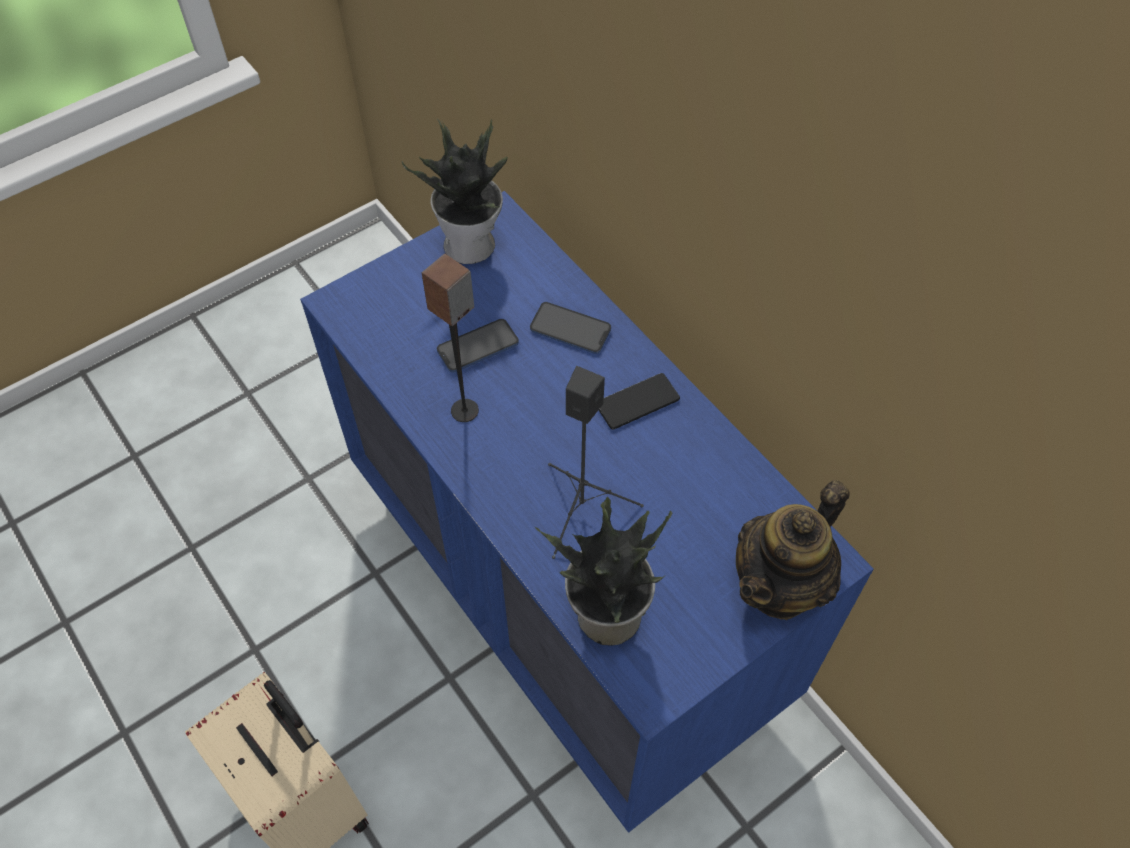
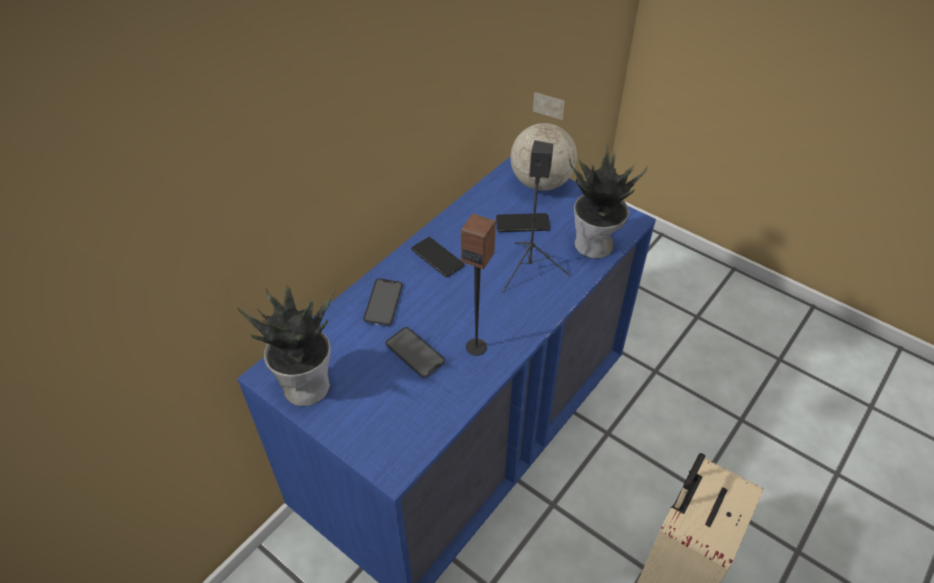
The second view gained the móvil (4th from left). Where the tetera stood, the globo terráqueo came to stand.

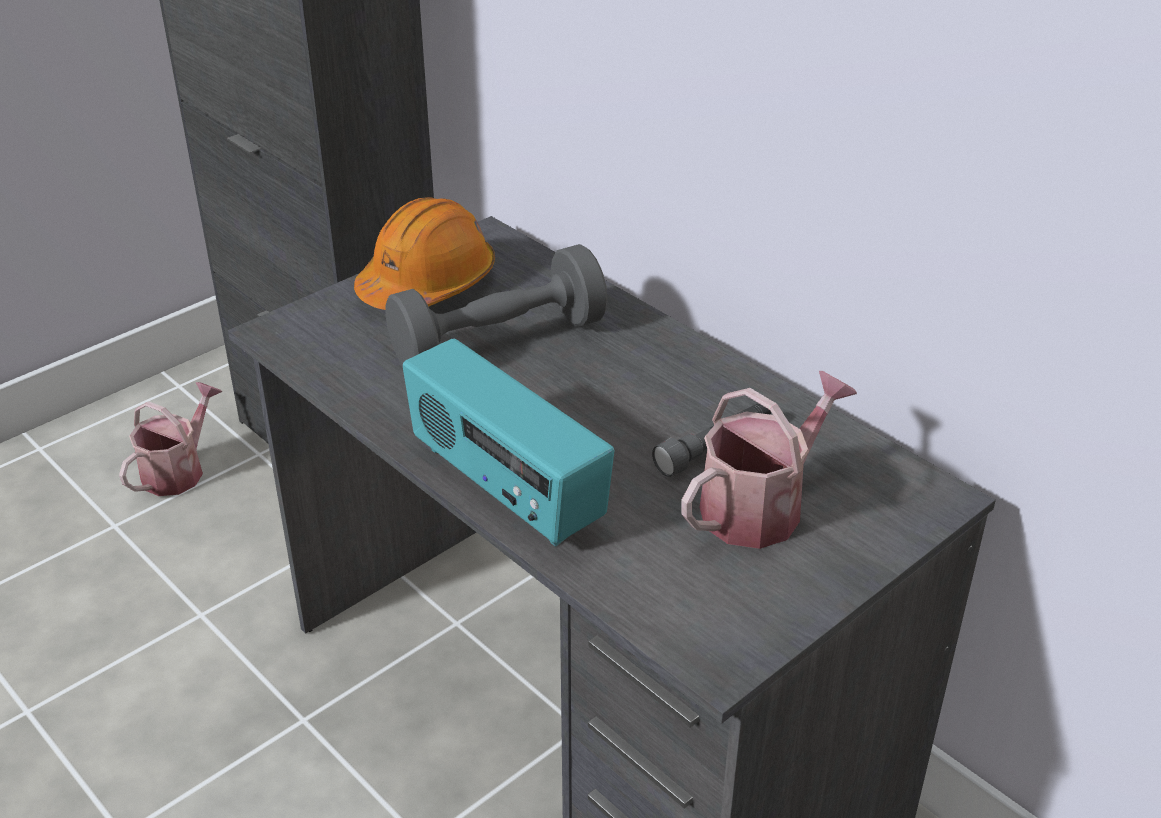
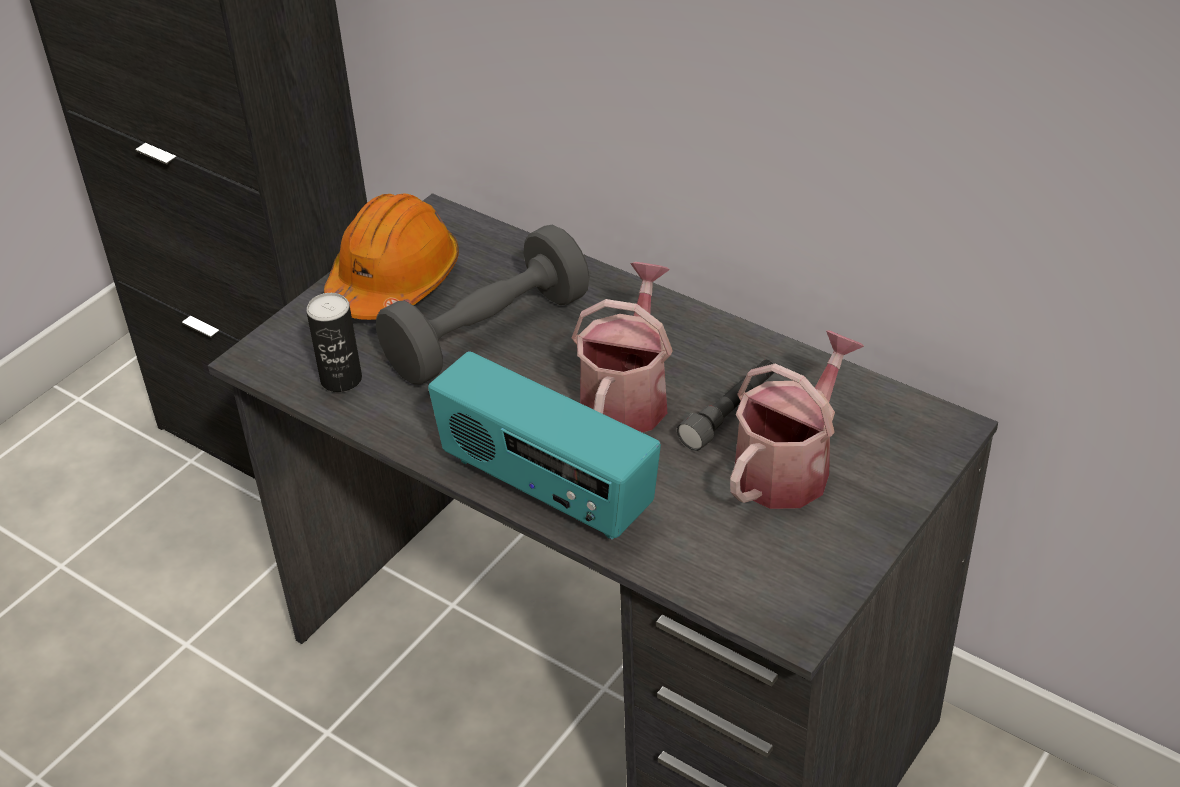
The second view gained the lata. The regadera (1st from left) ended up elsewhere.

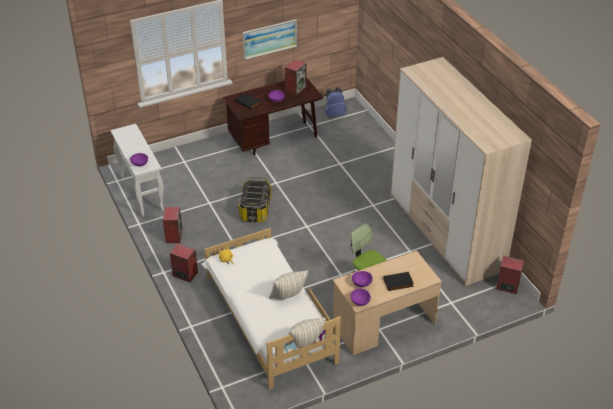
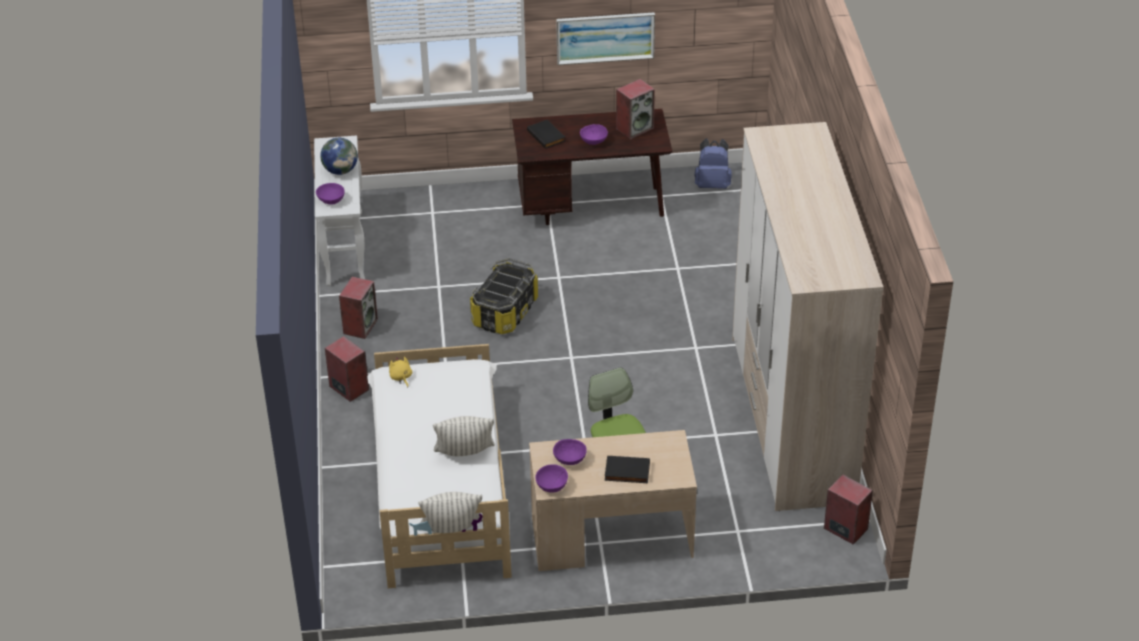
The second view gained the globo terráqueo.

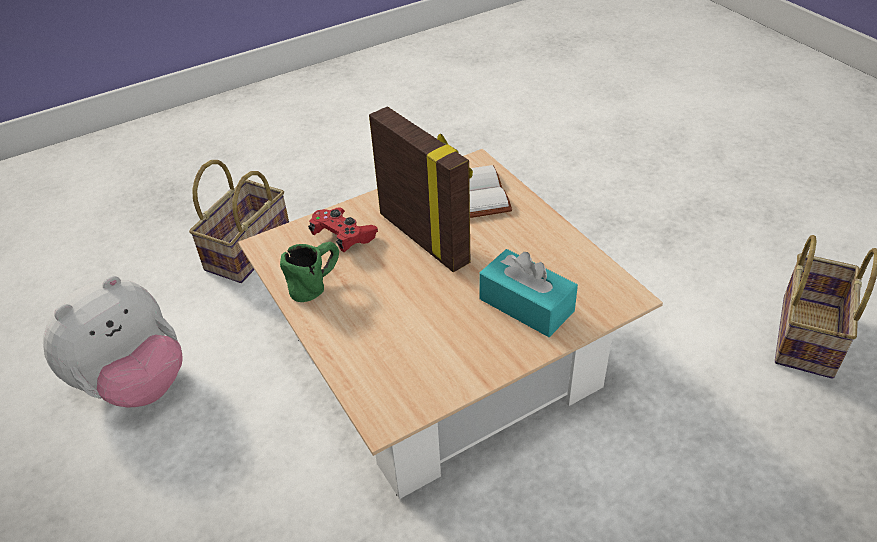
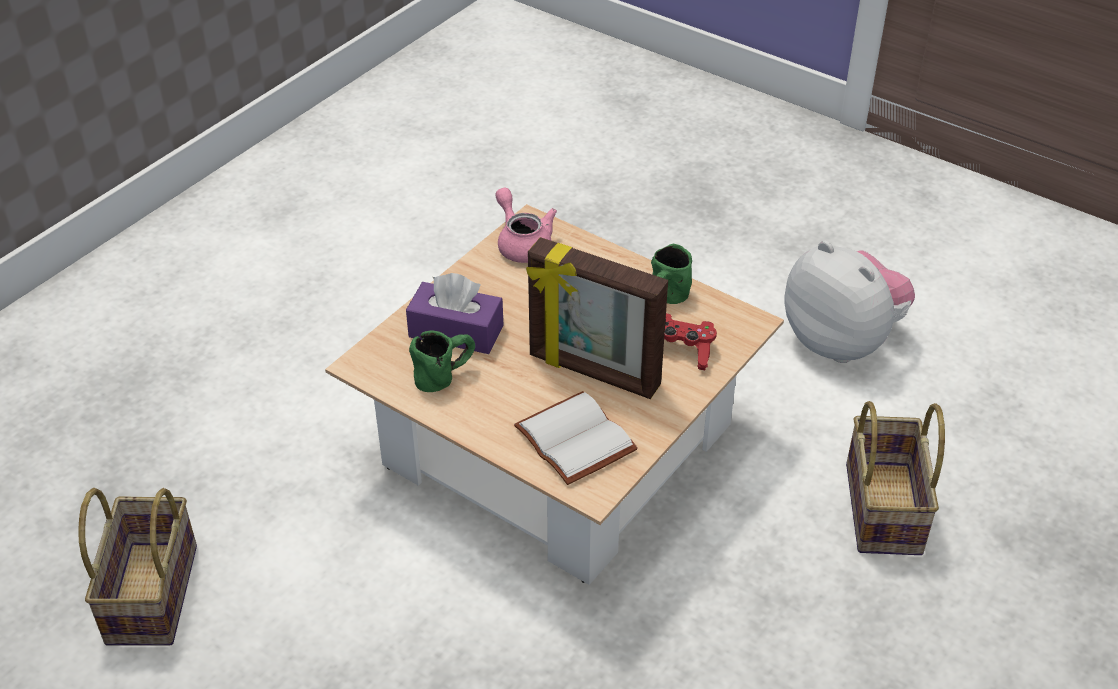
What was the caja de pañuelos/turquesa turned into the caja de pañuelos/morado. The second view gained the taza grande/verde (1st from left). The second view gained the tetera/rosa. The peluche ended up facing another way, 120 degrees clockwise from before.

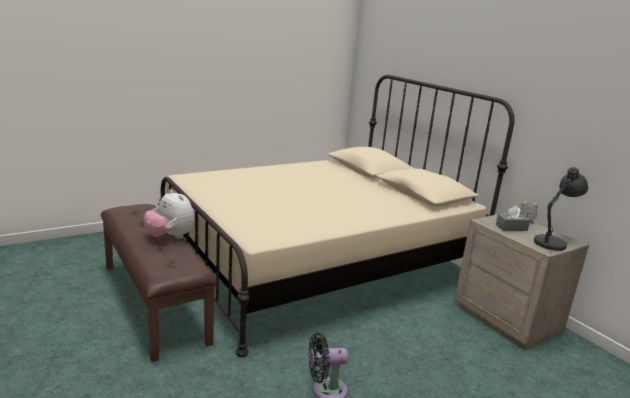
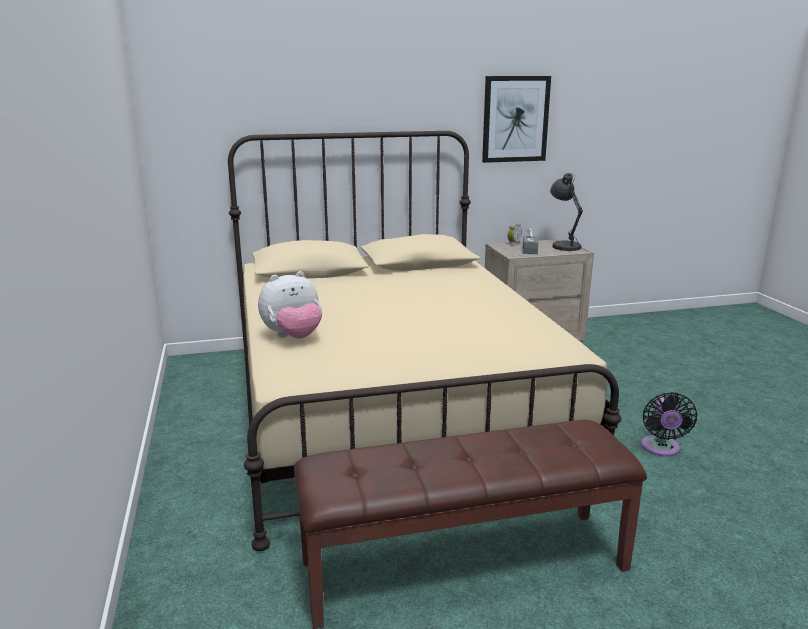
The peluche ended up elsewhere. The second view gained the cuadro.

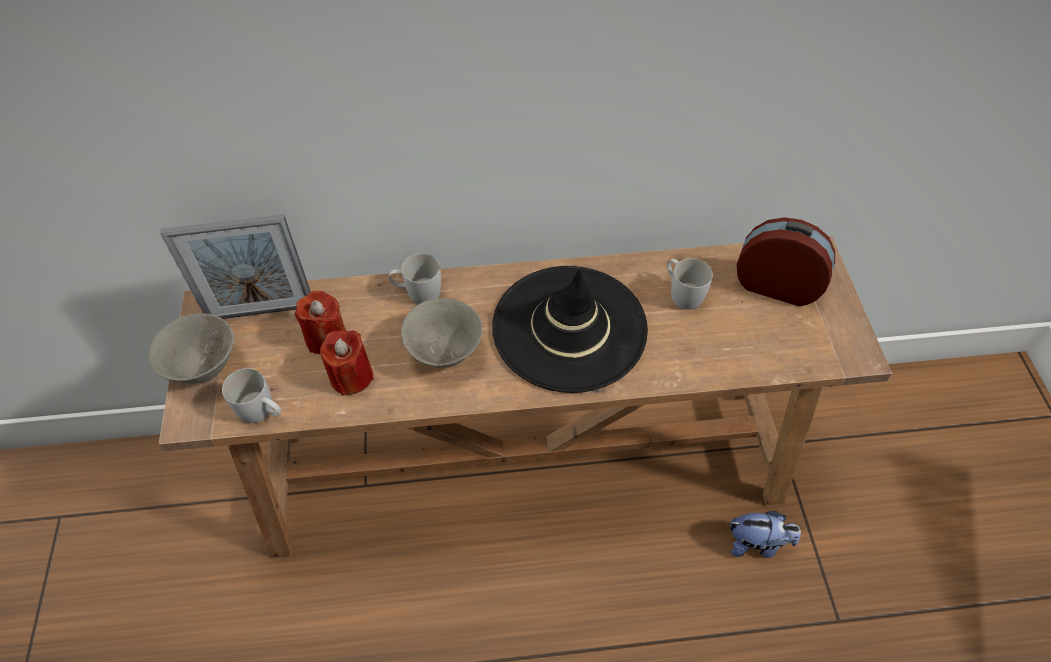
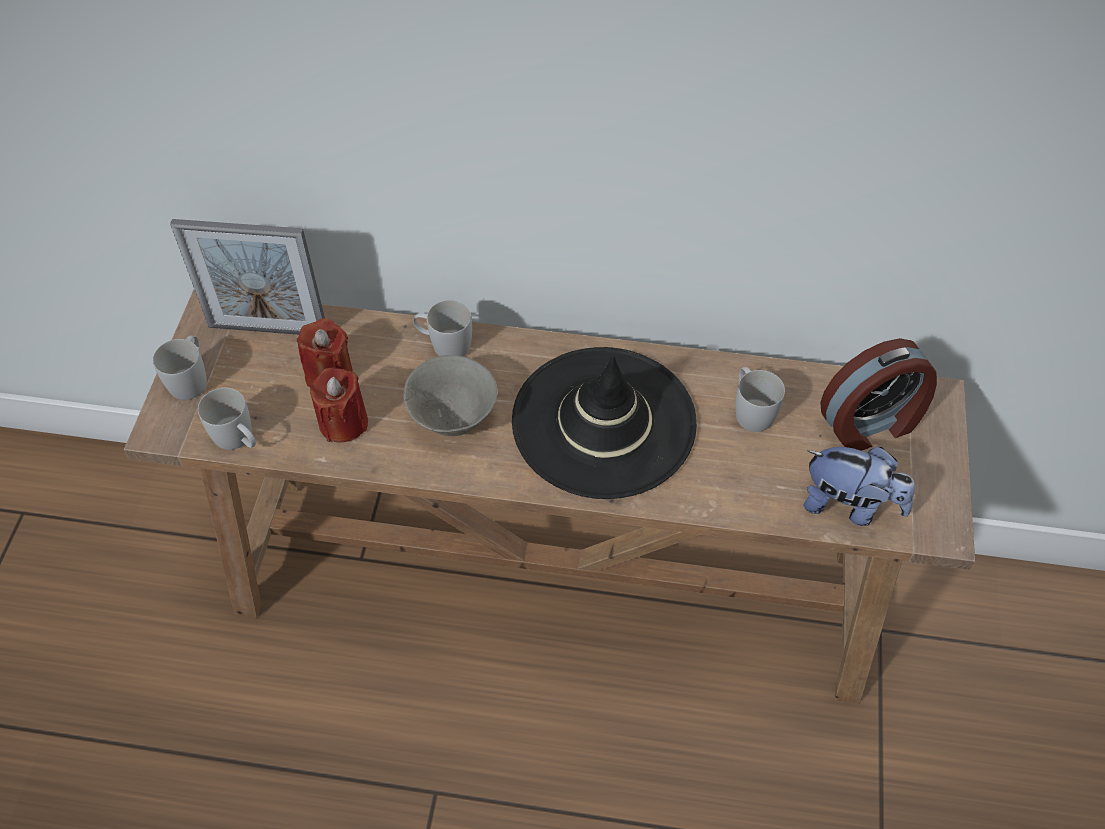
Where the cuenco/gris (1st from left) stood, the taza grande/blanco (1st from left) came to stand. The peluche ended up elsewhere. The despertador ended up facing another way, 120 degrees clockwise from before.

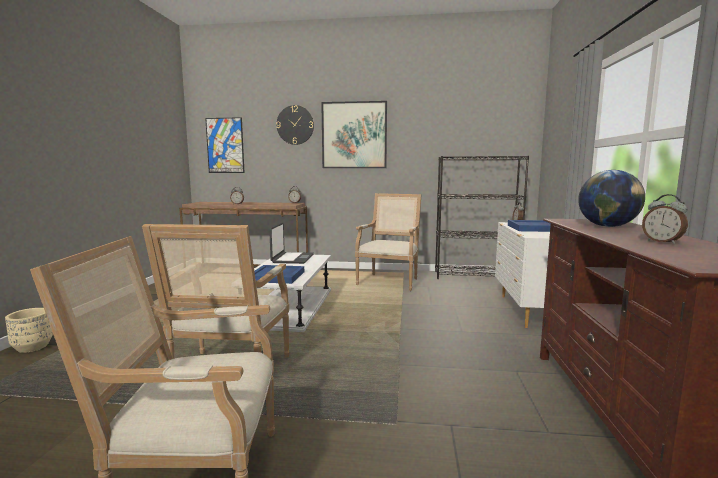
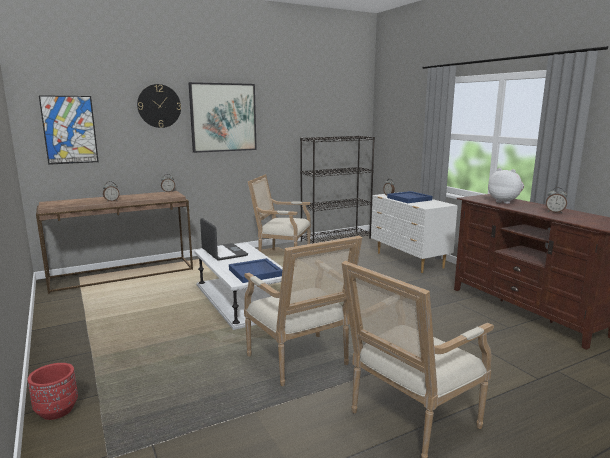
What was the maceta/beis turned into the maceta/rojo. The sillón (3rd from left in the first image) ended up facing another way, 60 degrees counterclockwise from before. Where the globo terráqueo stood, the peluche came to stand.

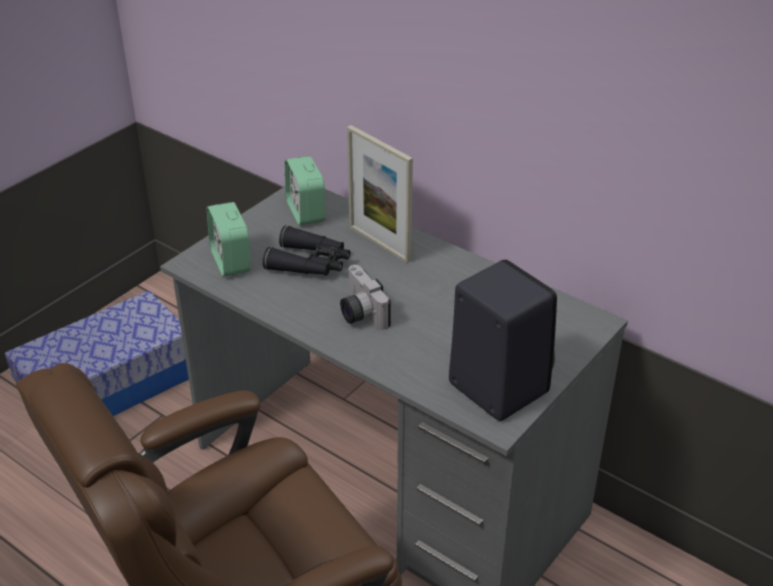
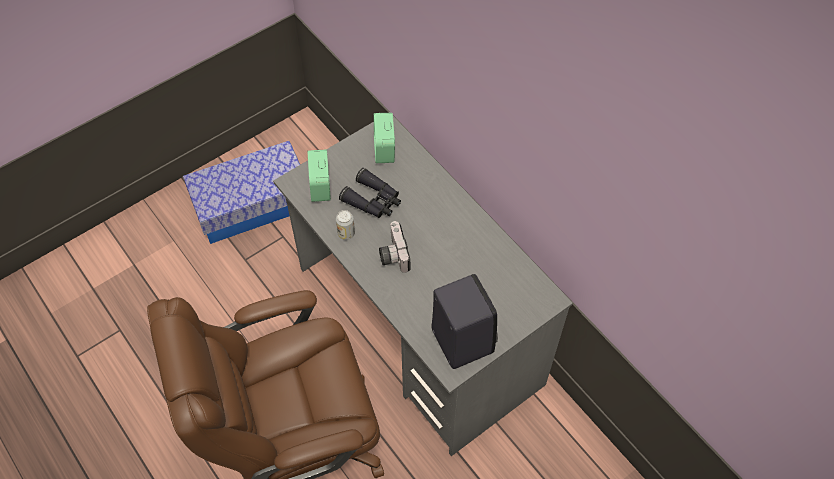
The second view gained the lata. The second view lost the portarretratos.

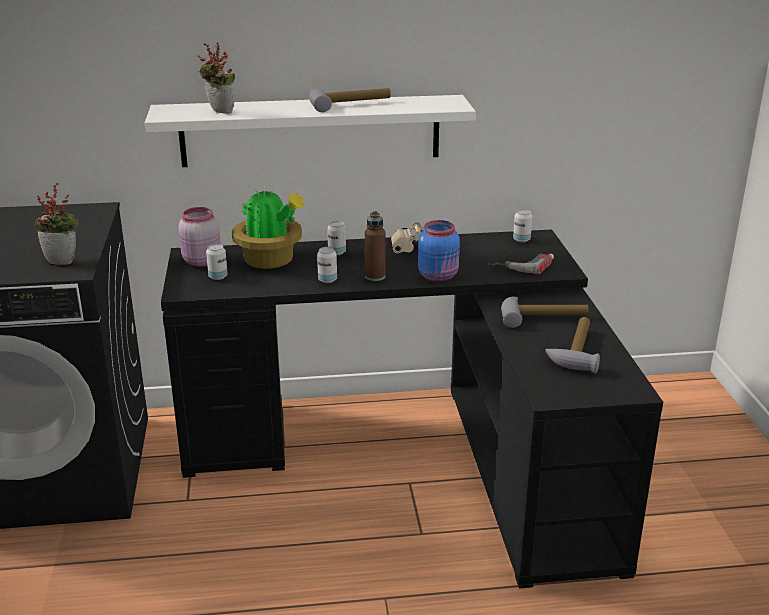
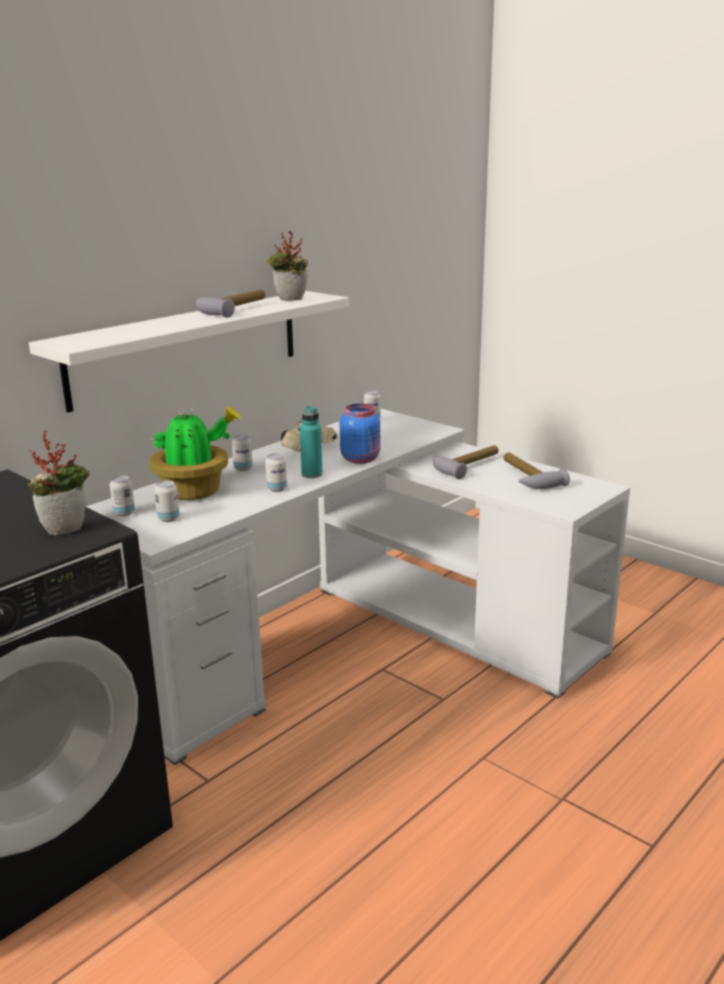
What was the escritorio/negro turned into the escritorio/blanco. Where the tarro/rosa stood, the lata (1st from left) came to stand. The planta en maceta (2nd from left in the first image) ended up elsewhere. What was the botella/marrón turned into the botella/turquesa. The second view lost the taladro.

